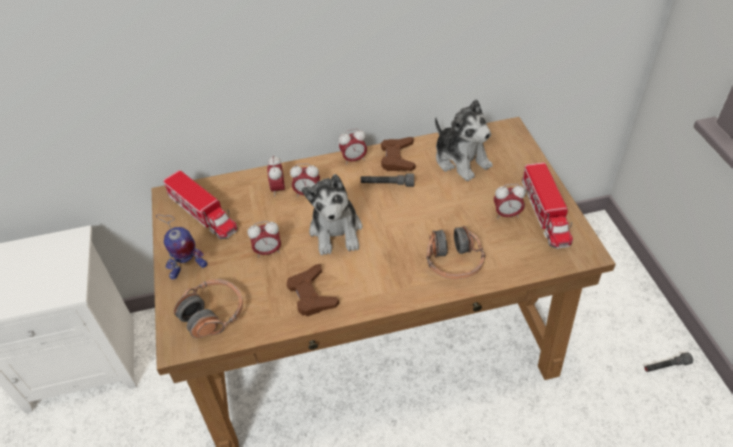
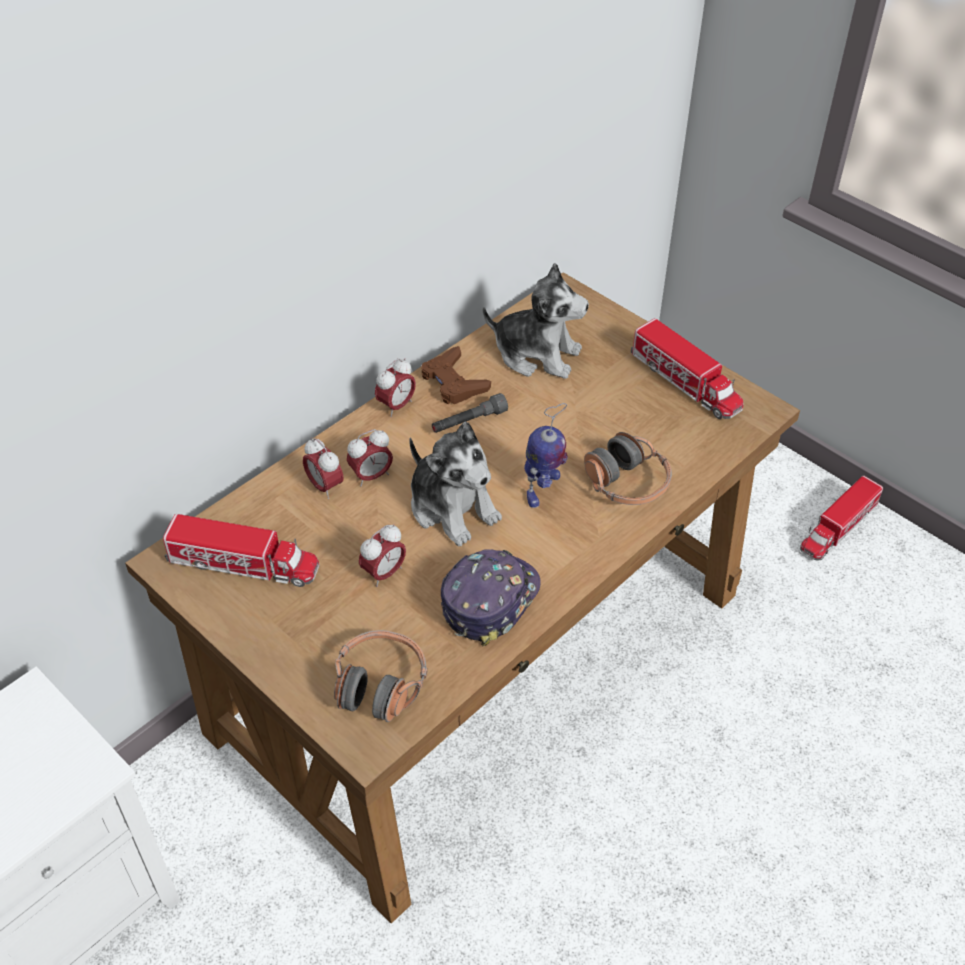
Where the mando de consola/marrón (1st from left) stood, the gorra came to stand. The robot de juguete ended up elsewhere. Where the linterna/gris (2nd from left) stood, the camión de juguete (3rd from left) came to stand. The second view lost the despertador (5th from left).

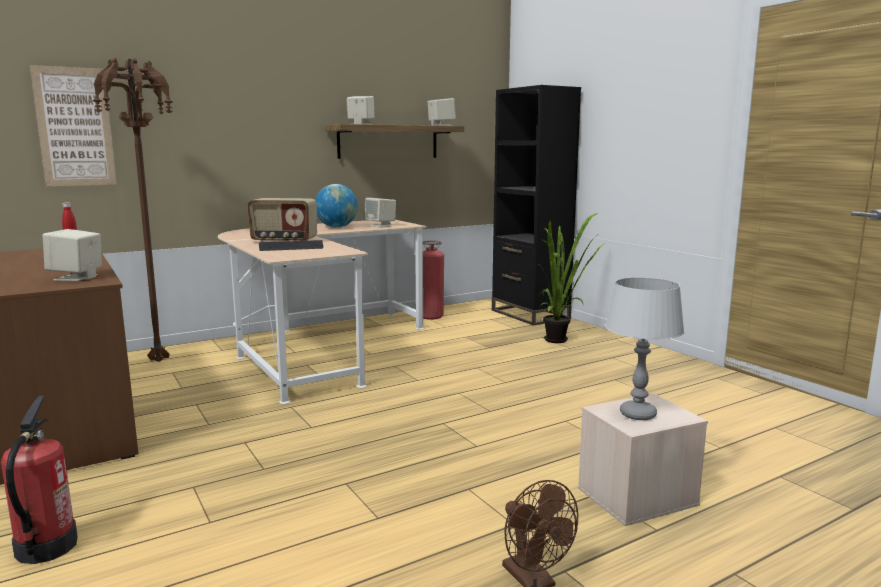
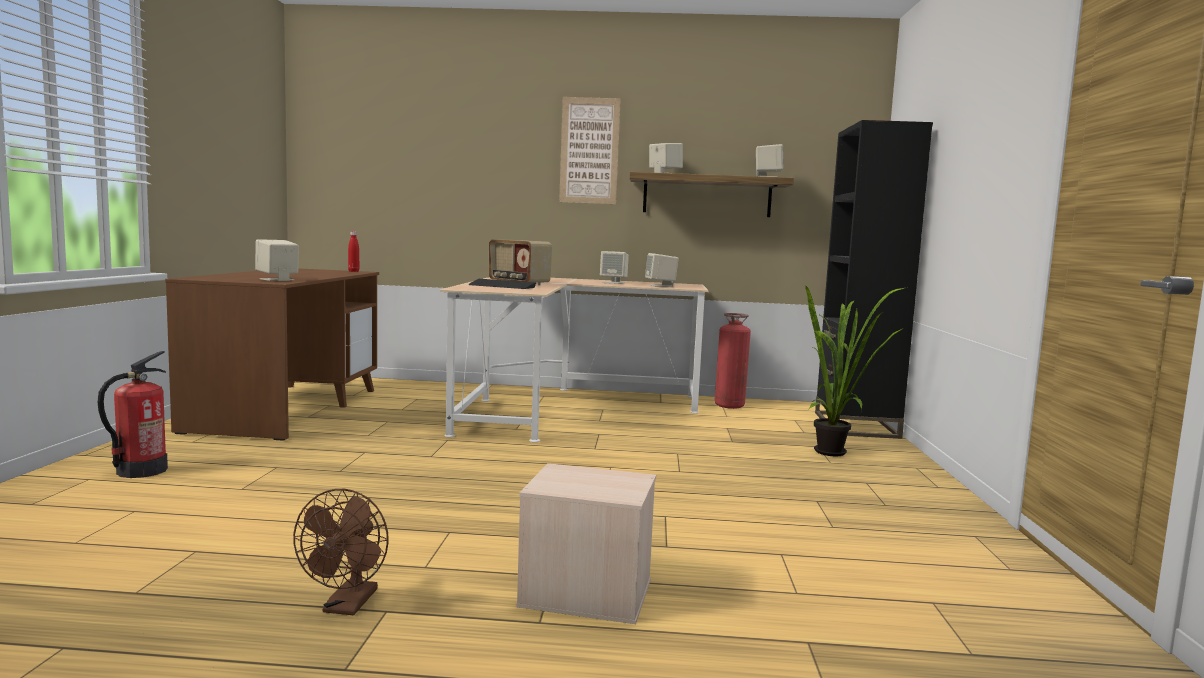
The cuadro ended up elsewhere. Where the globo terráqueo stood, the altavoz/beis (2nd from left) came to stand. The second view lost the lámpara de pie/marrón. The second view lost the lámpara de mesa/gris.

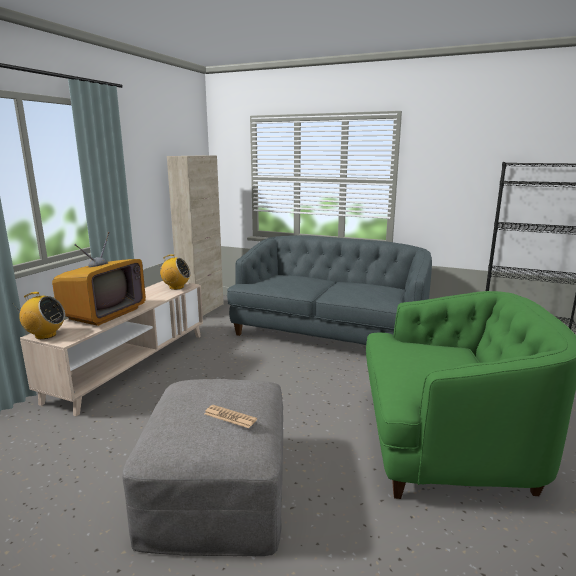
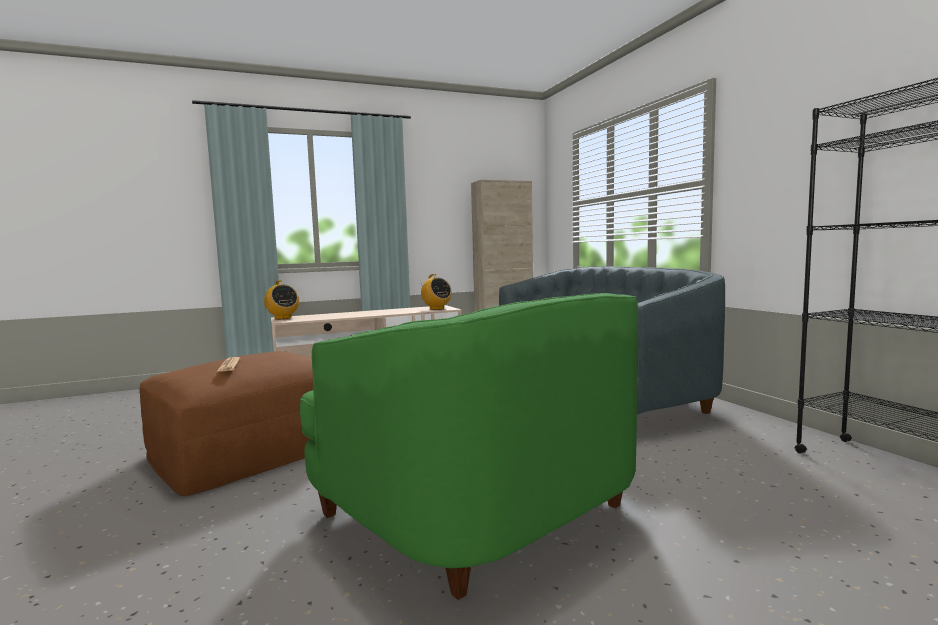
What was the puf/gris turned into the puf/marrón. The second view lost the televisor.

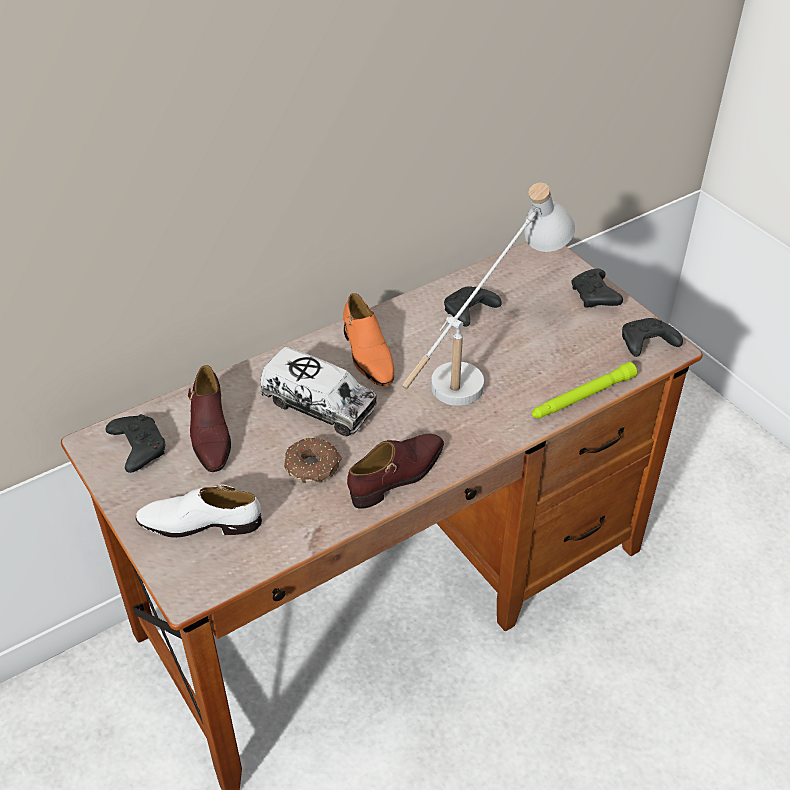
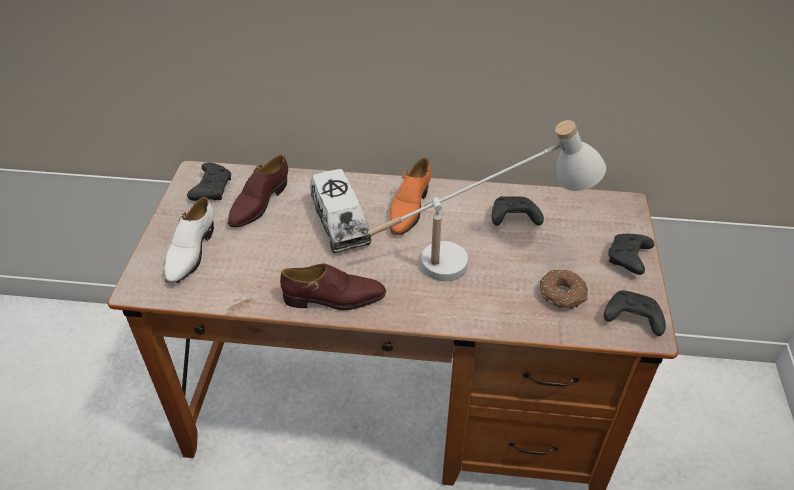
The zapato/blanco ended up facing another way, 120 degrees counterclockwise from before. The rosquilla ended up elsewhere. The second view lost the linterna/verde.

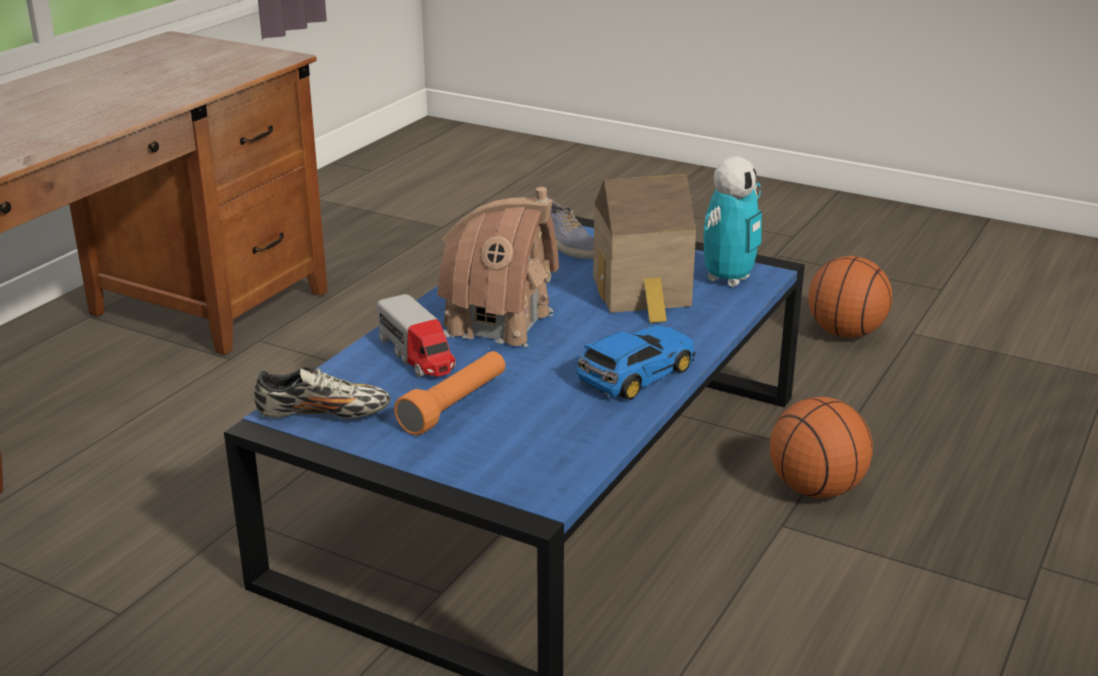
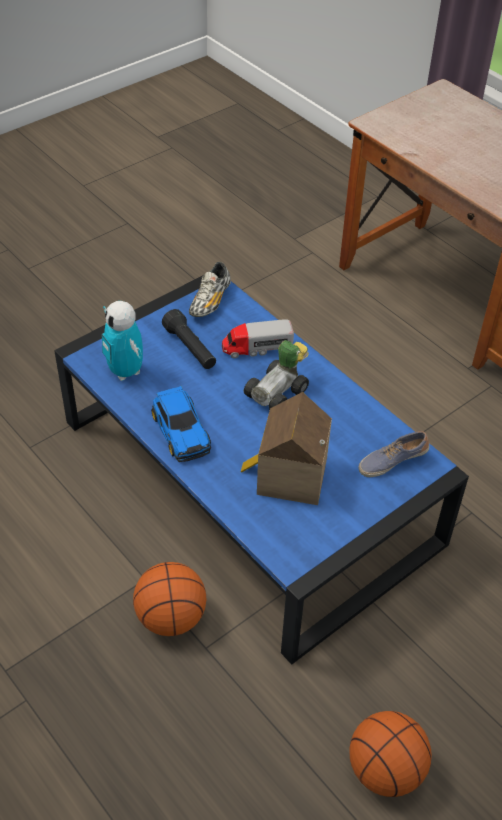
The robot de juguete ended up elsewhere. What was the linterna/naranja turned into the linterna/negro. Where the casita (1st from left) stood, the coche de juguete (2nd from left) came to stand.

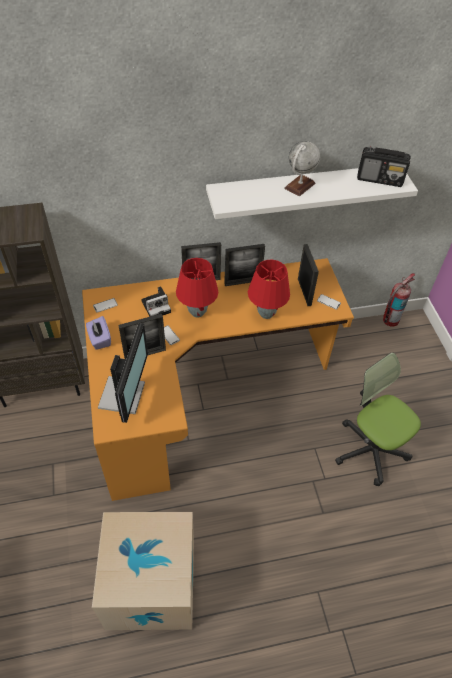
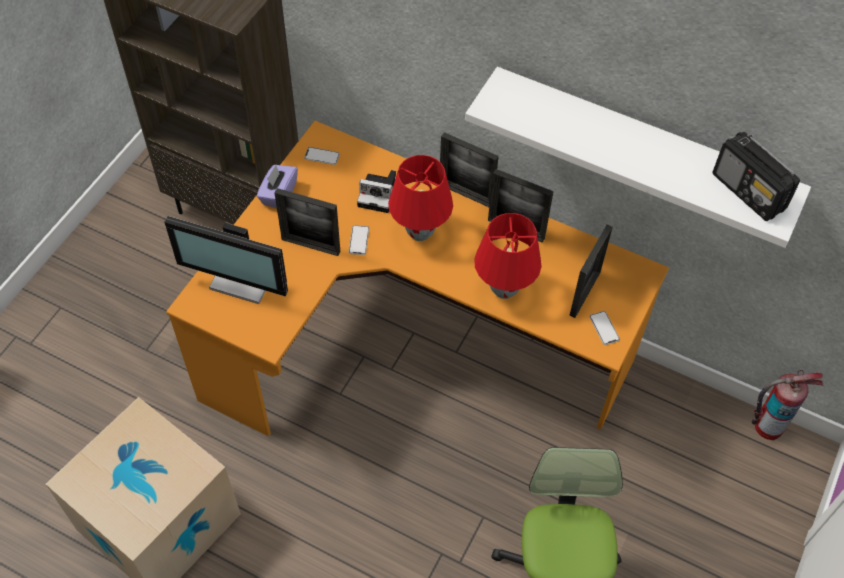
The monitor ended up facing another way, 60 degrees clockwise from before. The second view lost the globo terráqueo.

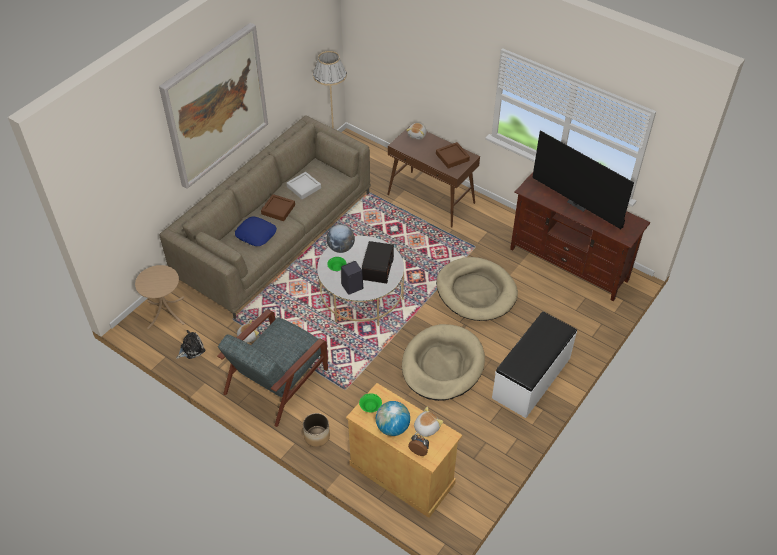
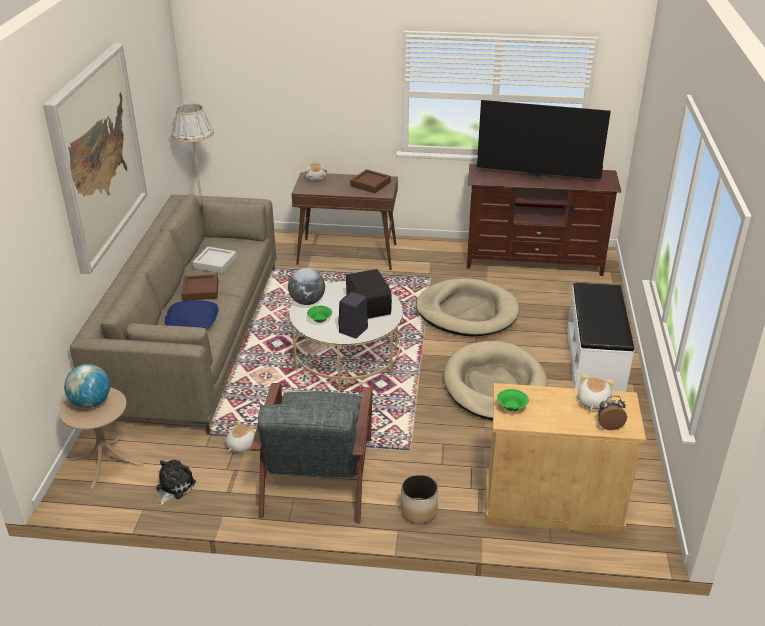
The globo terráqueo (2nd from left in the first image) ended up elsewhere.

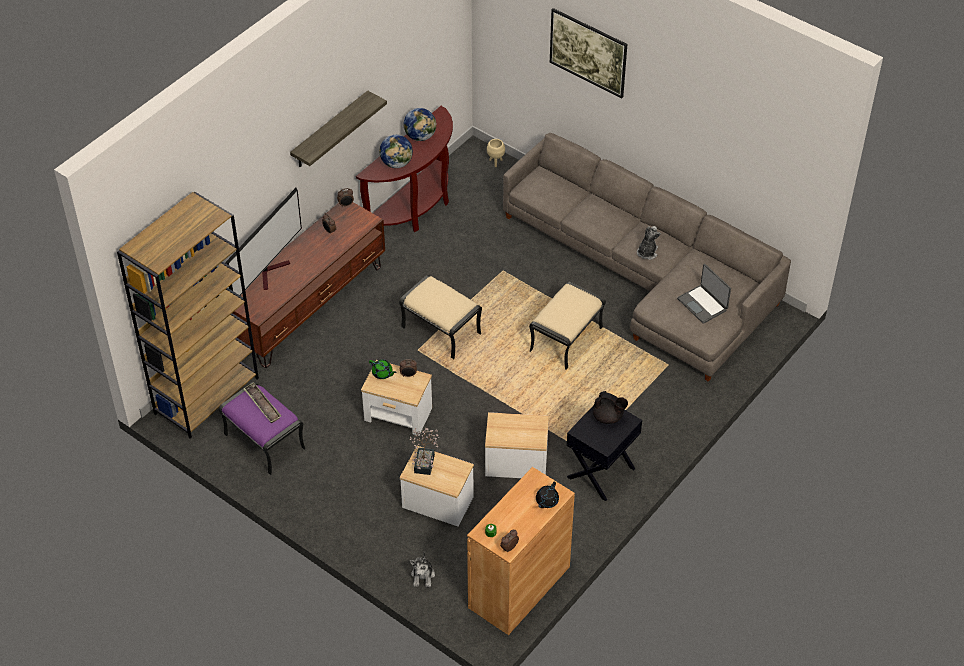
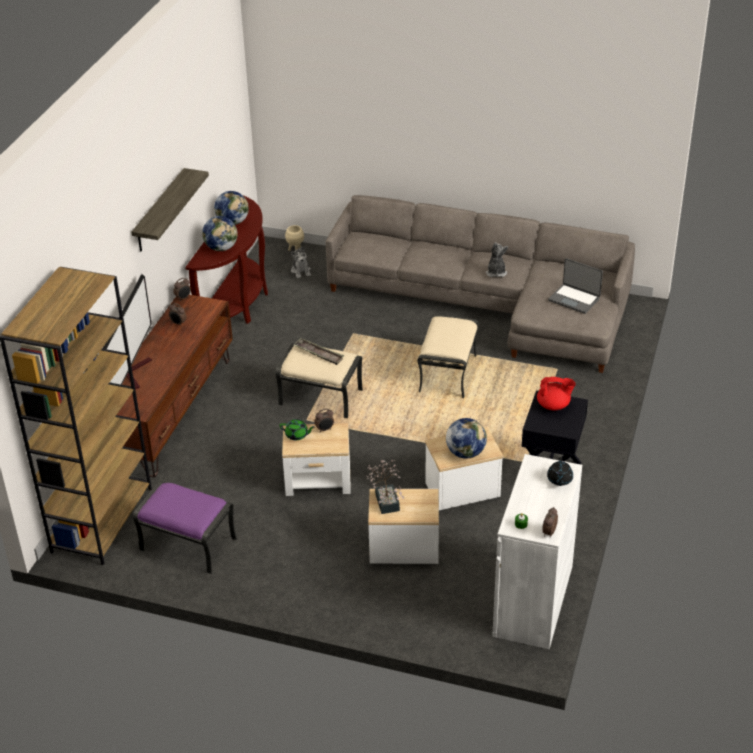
The peluche (1st from left) ended up elsewhere. The bandeja ended up elsewhere. The second view gained the globo terráqueo (3rd from left). What was the armario/marrón turned into the armario/blanco. What was the tetera/negro (2nd from left) turned into the tetera/rojo. The second view lost the cuadro.

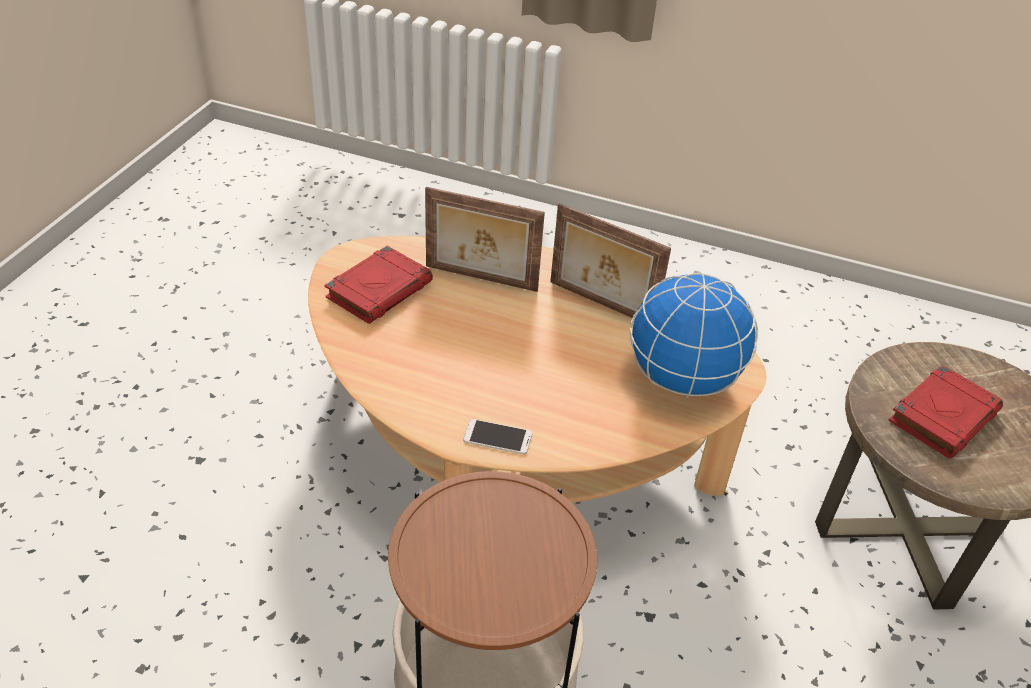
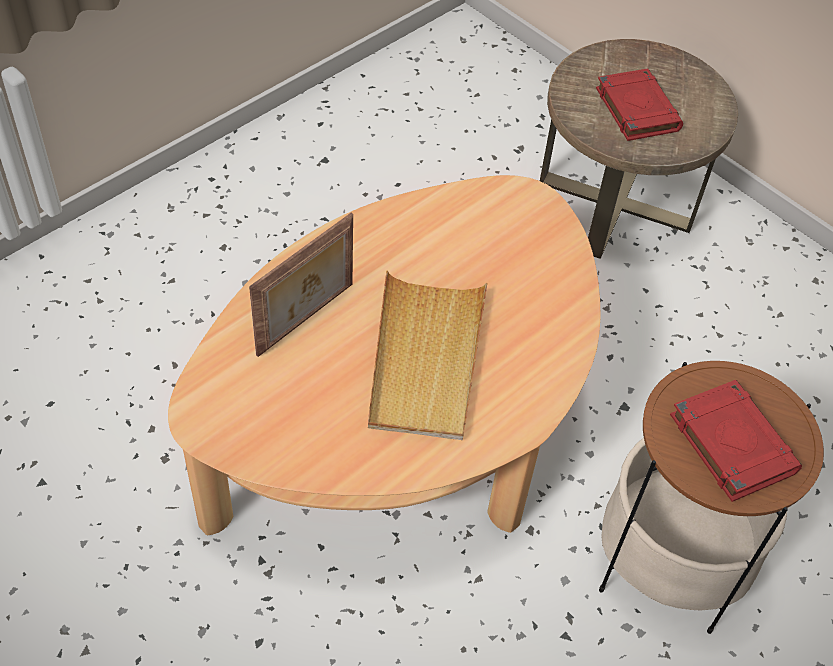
The second view gained the bandeja/beis. The libro/rojo (1st from left in the first image) ended up elsewhere. The second view lost the móvil. The second view lost the portarretratos (2nd from left). The second view lost the globo terráqueo.

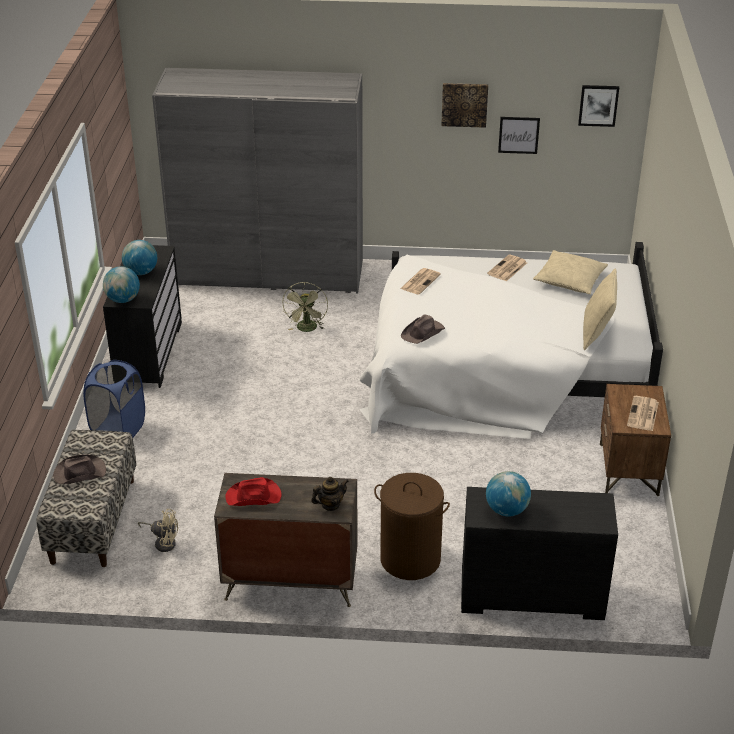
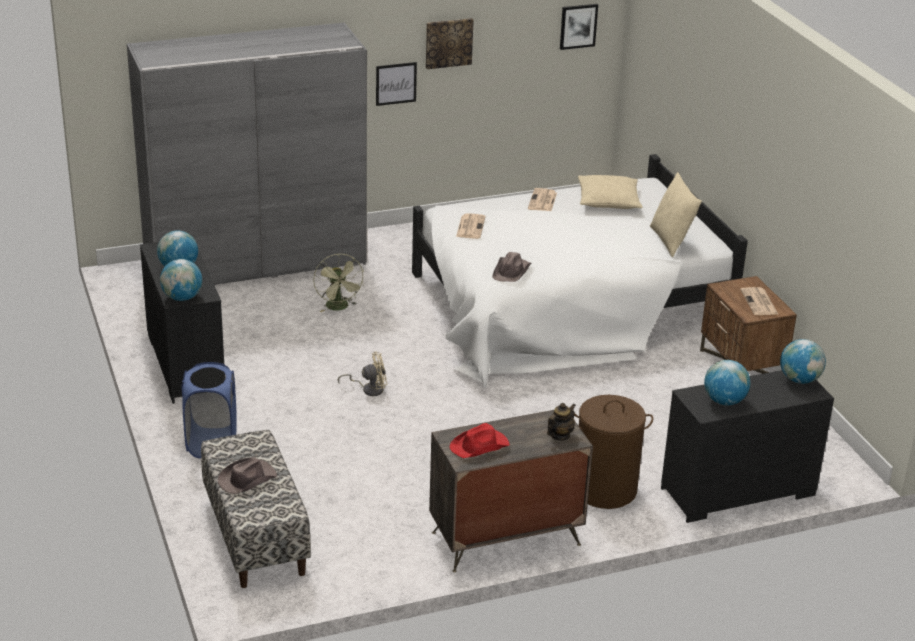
The ventilador/beis ended up elsewhere. The cuadro (2nd from left in the first image) ended up elsewhere. The second view gained the globo terráqueo (4th from left).

